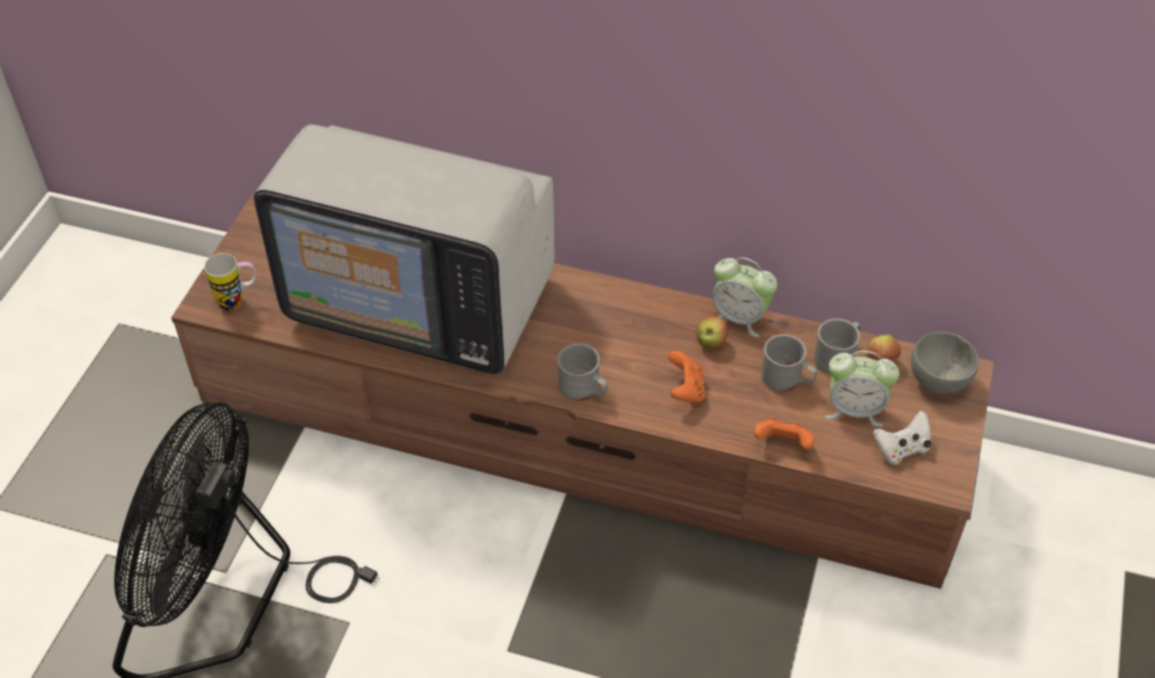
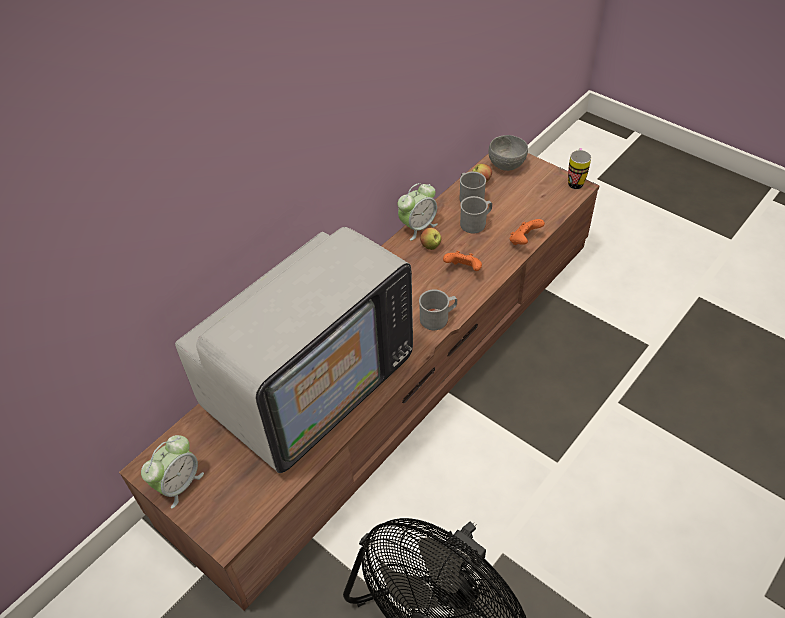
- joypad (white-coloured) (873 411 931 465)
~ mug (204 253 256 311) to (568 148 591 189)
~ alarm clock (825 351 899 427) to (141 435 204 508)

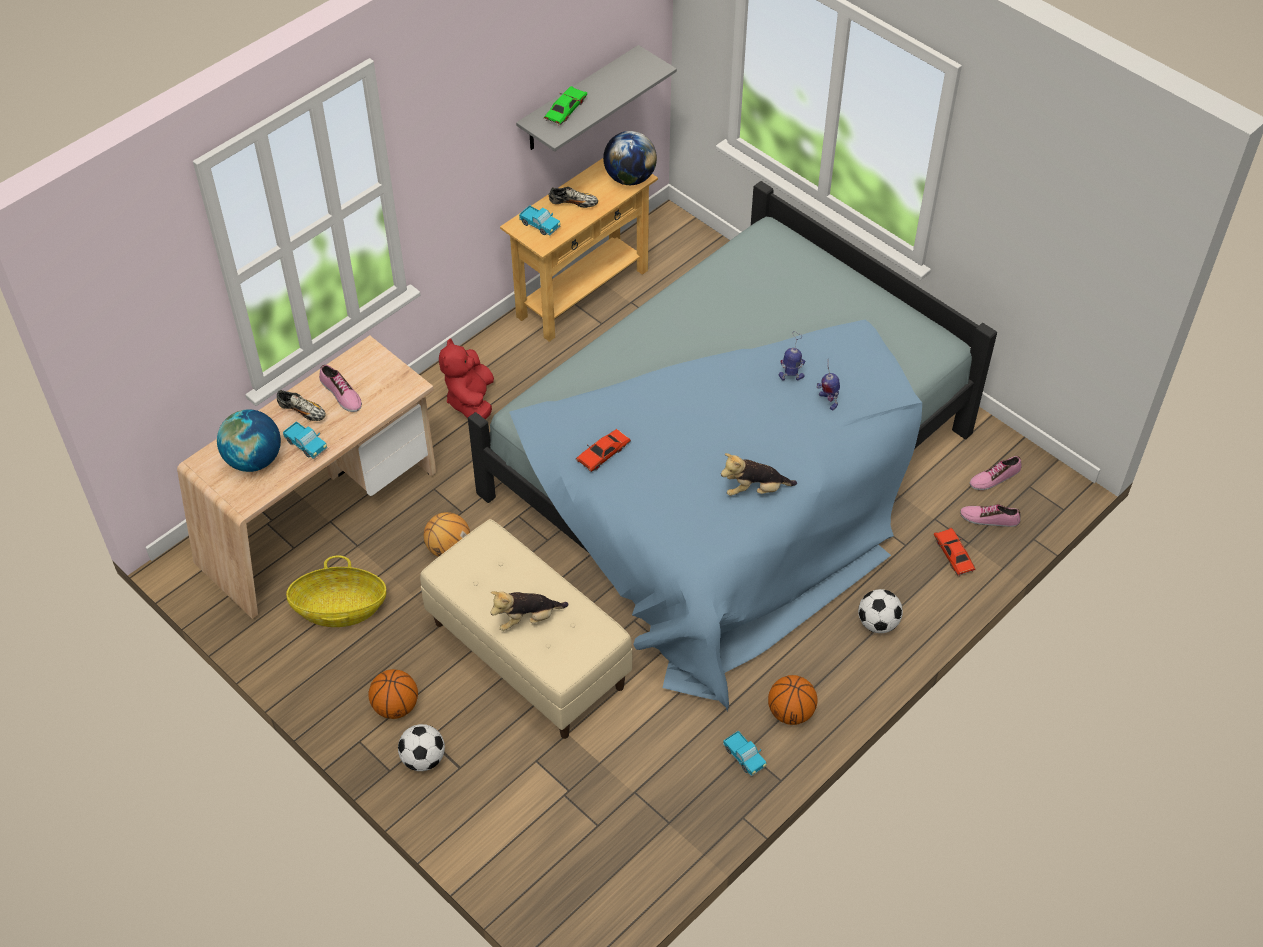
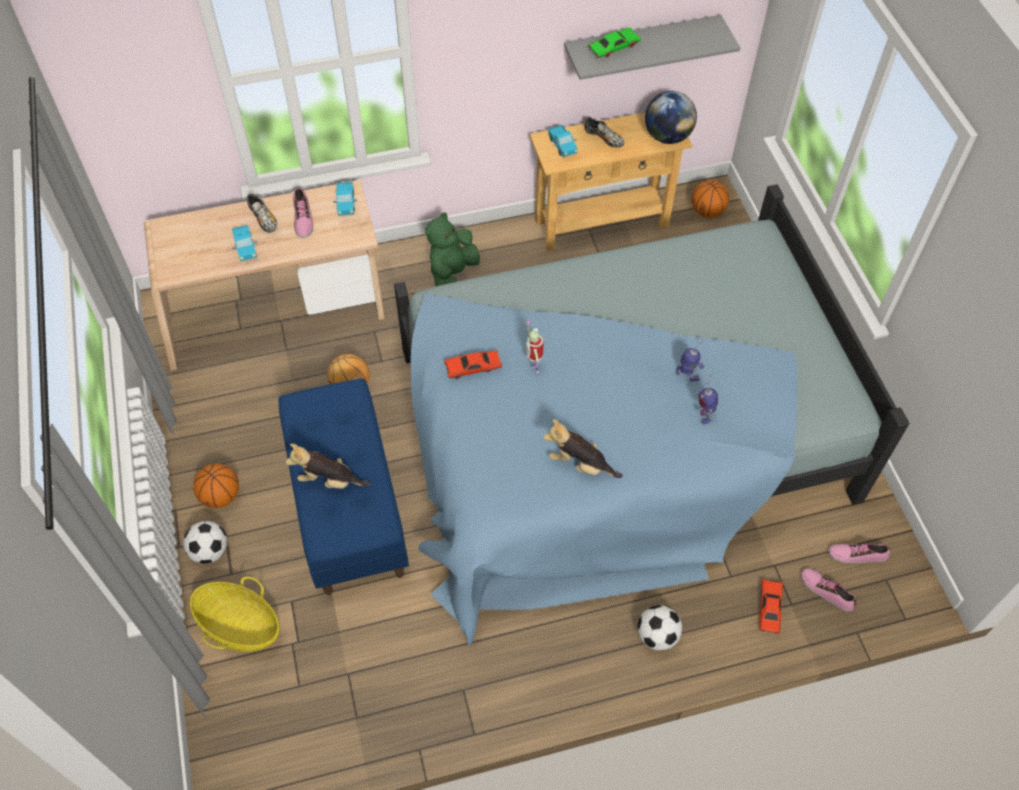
- globe (217 409 281 472)
+ robot figure (525 320 544 373)
~ basket (286 556 386 627) to (190 577 280 652)
~ model truck (723 731 767 777) to (333 182 357 216)
~ basketball (768 675 817 725) to (692 180 729 218)
~ indoor bench (sand-coloured) (420 519 632 739) to indoor bench (blue-coloured) (278 378 409 595)
~ soft toy (red) (439 338 494 420) to soft toy (green-coloured) (425 212 480 286)

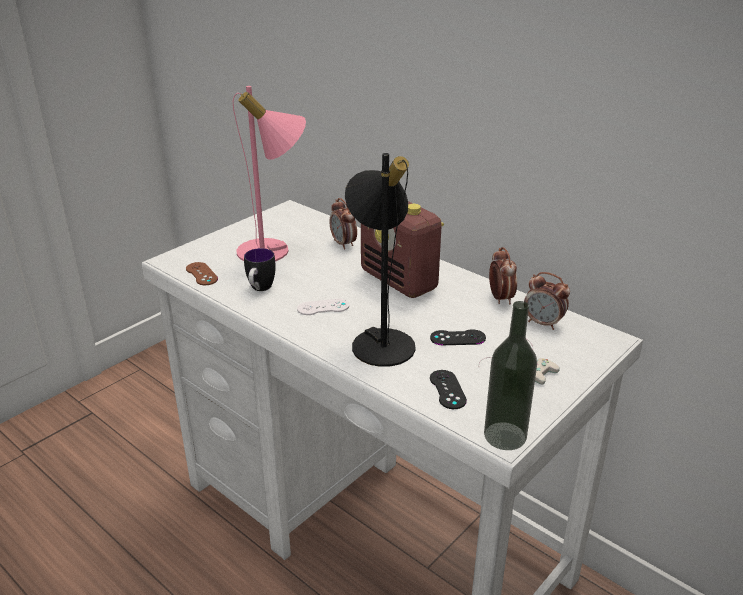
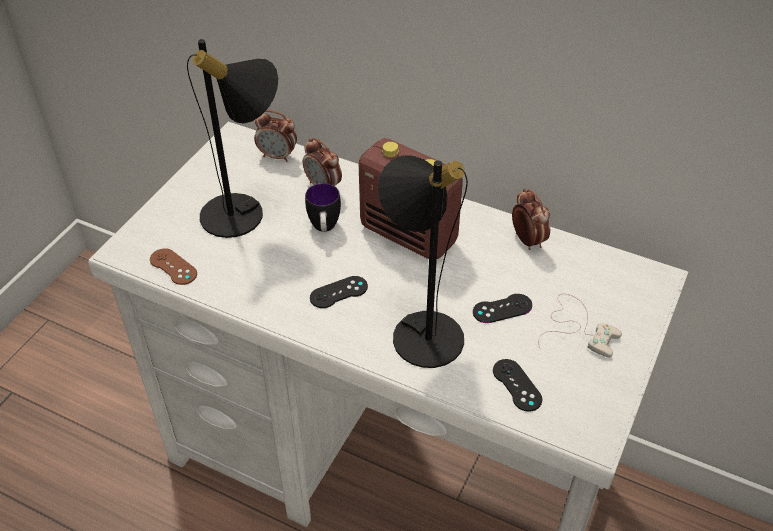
- bottle (484 301 537 450)
~ mug (244 248 276 291) to (305 183 341 232)
~ alarm clock (524 272 570 330) to (254 110 297 162)
~ lamp for a table (pink) (233 86 306 261) to lamp for a table (blackish) (187 39 278 238)
~ joypad (white-coloured) (297 299 349 315) to joypad (blackish) (310 276 368 308)

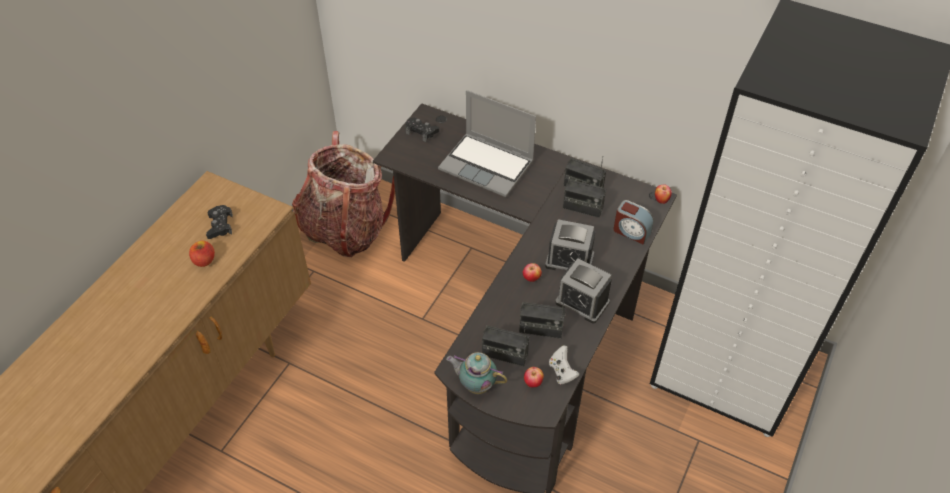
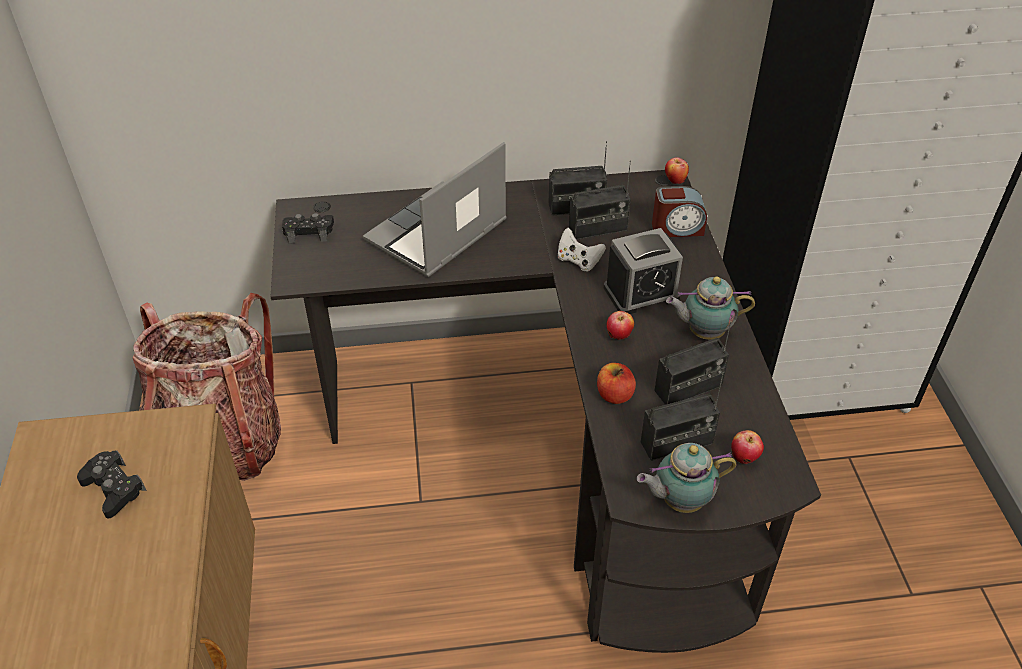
~ whole apple (189 240 215 267) to (597 363 636 404)
~ joypad (white-coloured) (549 346 580 385) to (557 228 606 272)
~ alarm clock (555 258 612 324) to tea pot (666 277 755 340)
~ laptop (438 90 536 197) = (363 142 507 277) 135 degrees clockwise

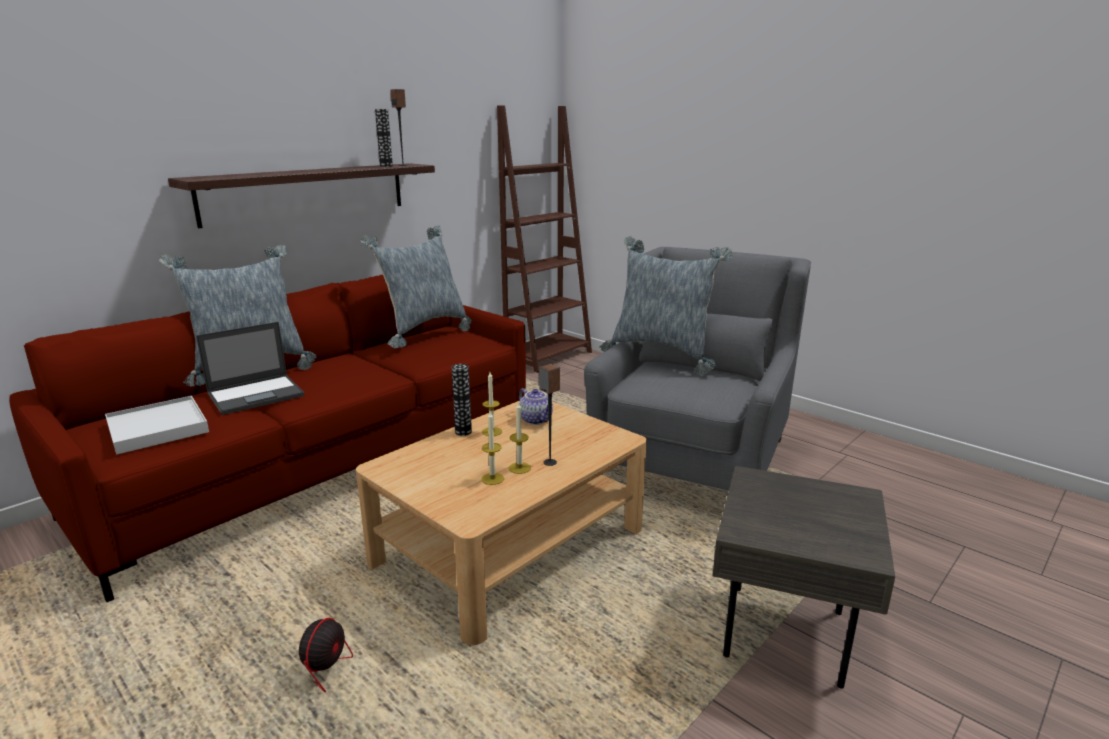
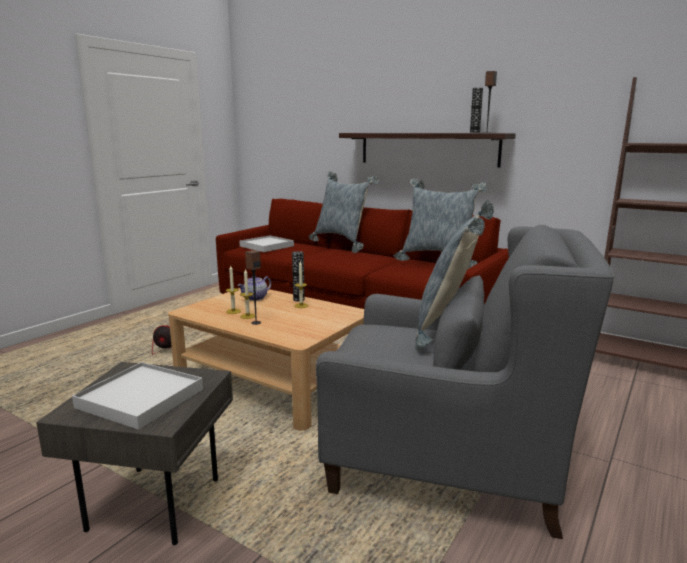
- laptop (196 322 305 415)
+ tray (white-coloured) (72 362 203 430)
~ tea pot (519 388 553 425) to (237 275 271 301)

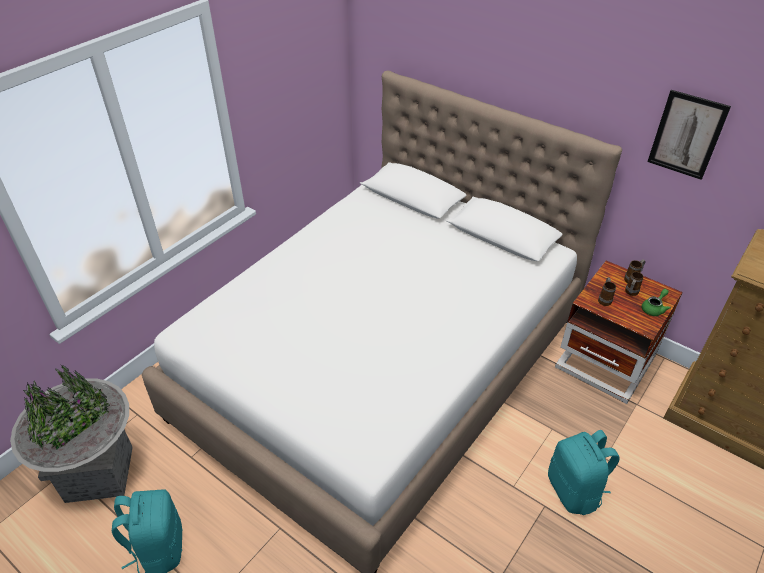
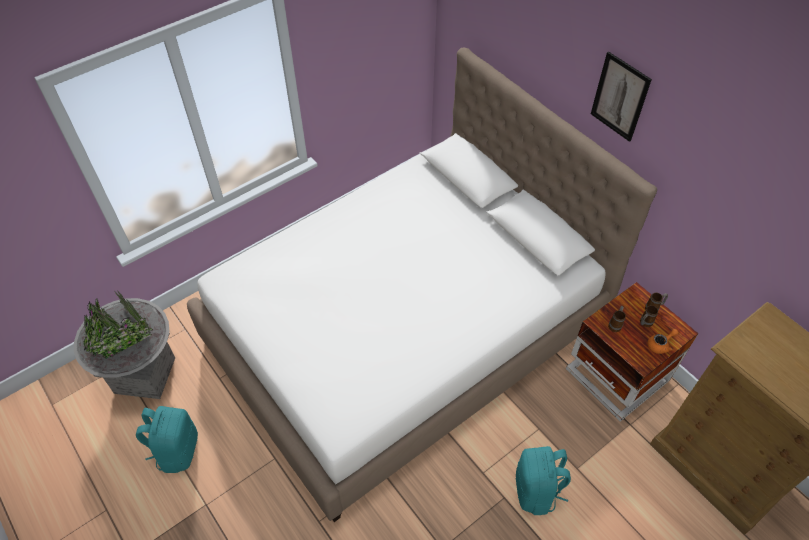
~ wall picture (647 90 731 180) to (591 51 652 142)
~ tea pot (green-coloured) (642 289 671 316) to tea pot (orange) (648 329 679 354)

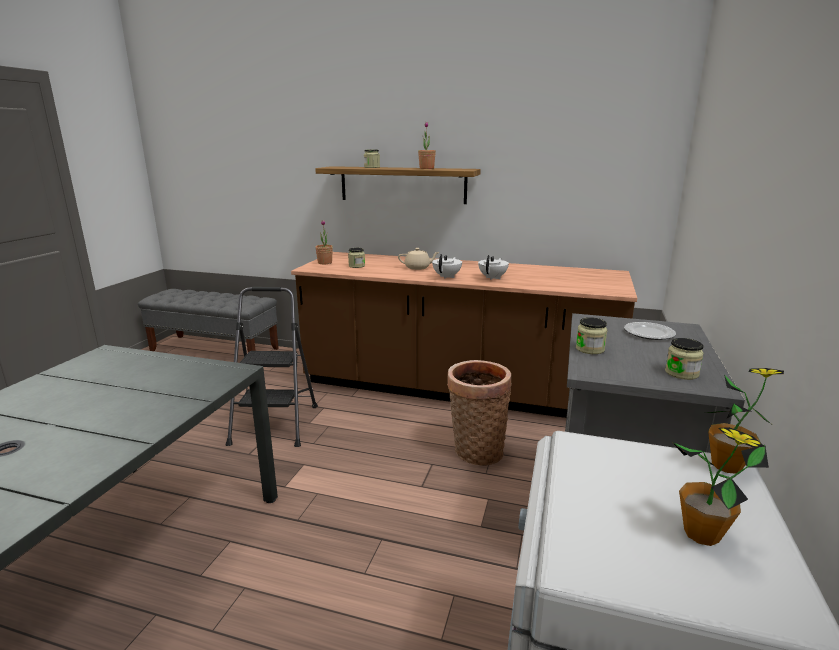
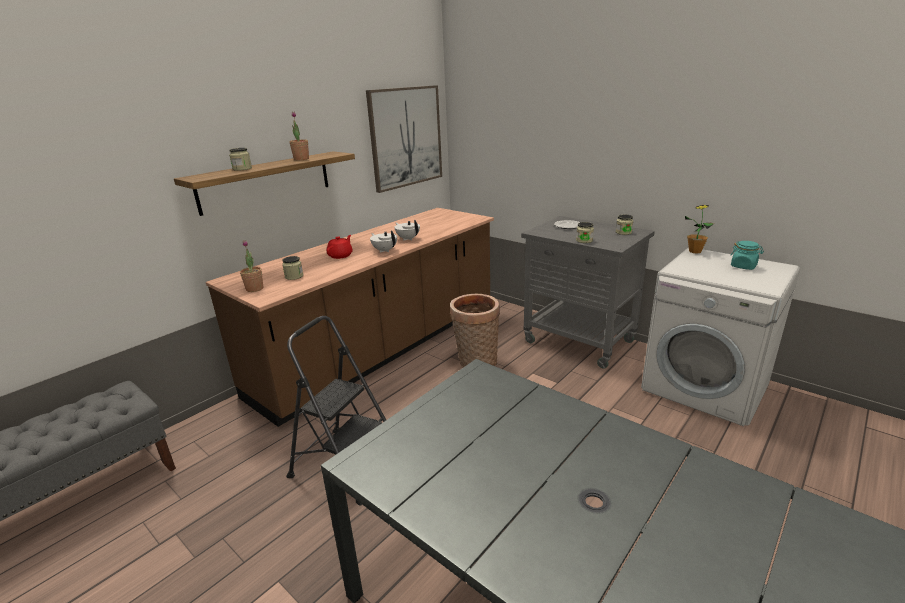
+ wall picture (366 85 442 193)
~ houseplant (673 427 769 546) to storage jar (turquoise) (730 241 764 270)
~ tea pot (sand-coloured) (398 248 439 270) to tea pot (red) (326 235 353 259)

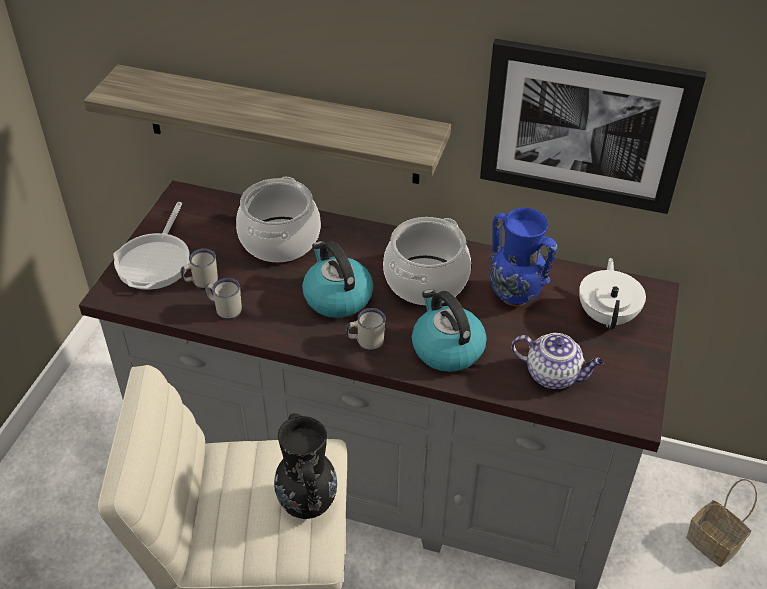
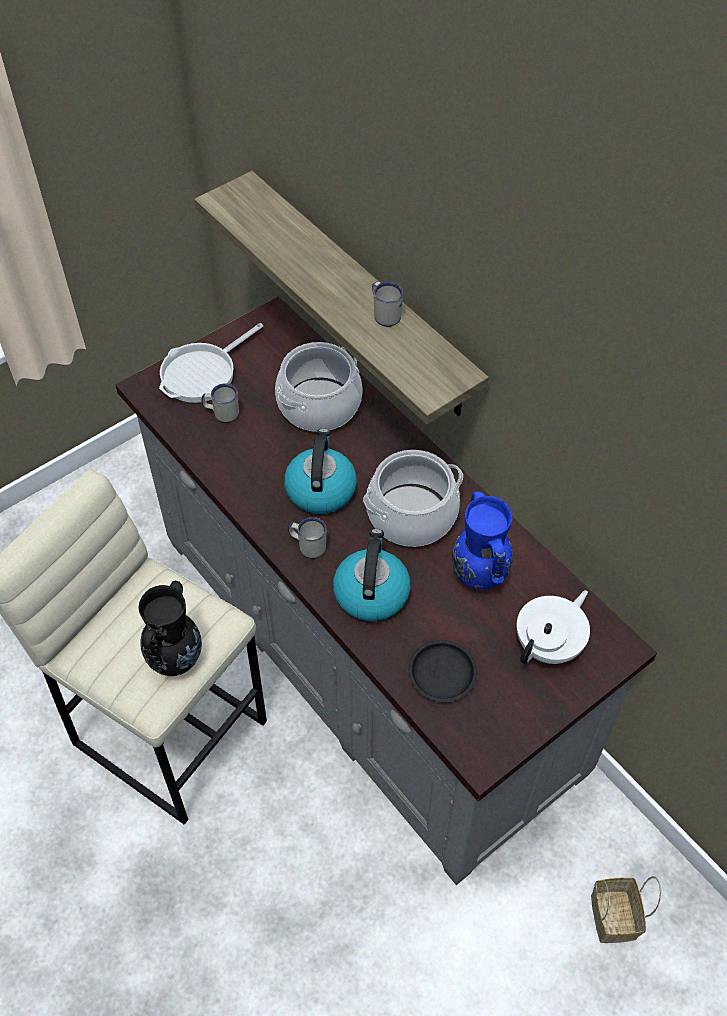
- wall picture (480 39 707 214)
~ mug (white-coloured) (205 278 242 320) to (372 281 403 327)
~ tea pot (511 333 604 389) to plate (blackish) (408 640 478 702)

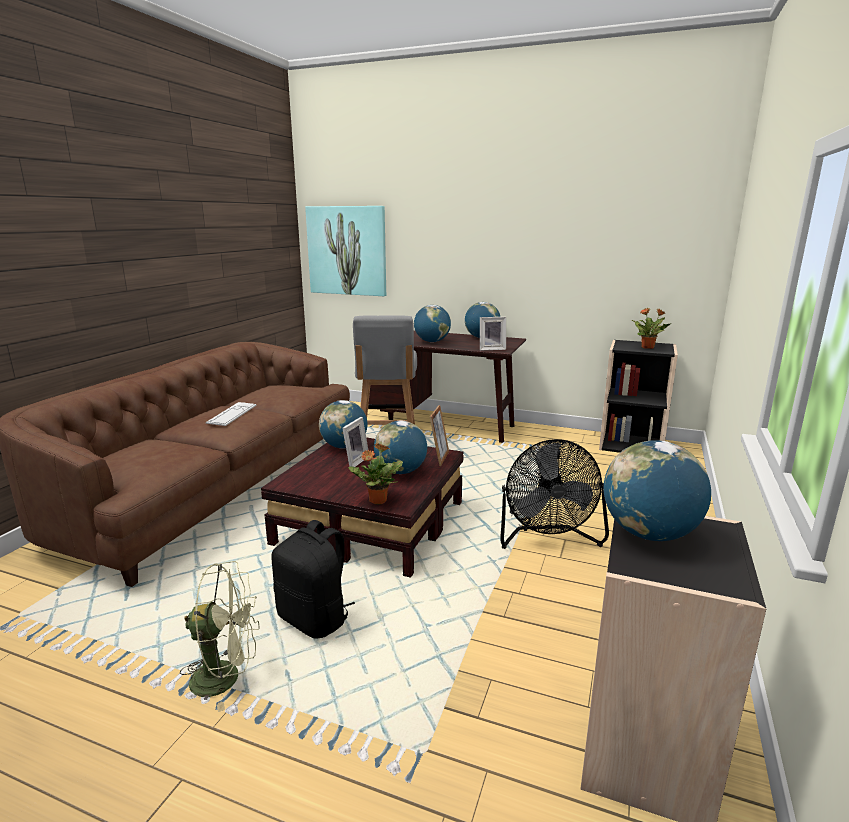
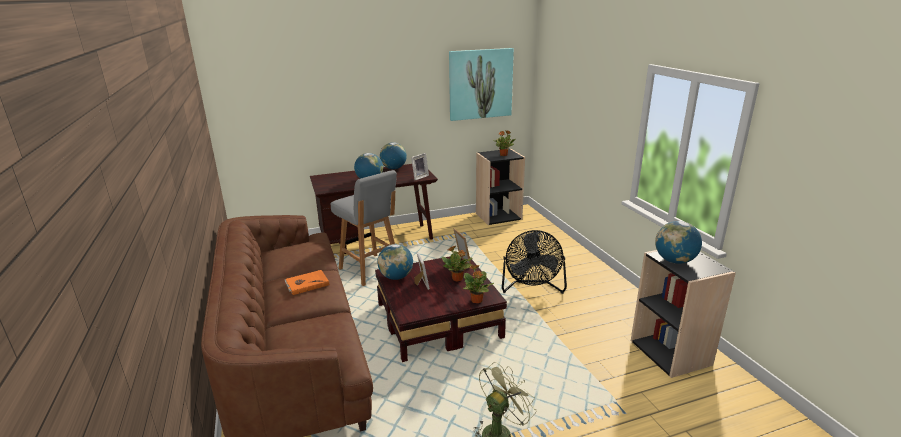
- backpack (blackish) (272 520 355 639)
~ wall picture (305 206 386 296) to (449 48 514 121)
~ keyboard (206 402 256 426) to book (orange) (284 270 329 295)
~ globe (374 420 427 474) to houseplant (441 246 473 282)
~ electric fan (blackish) (500 439 609 549) = (502 230 567 294) 45 degrees clockwise

